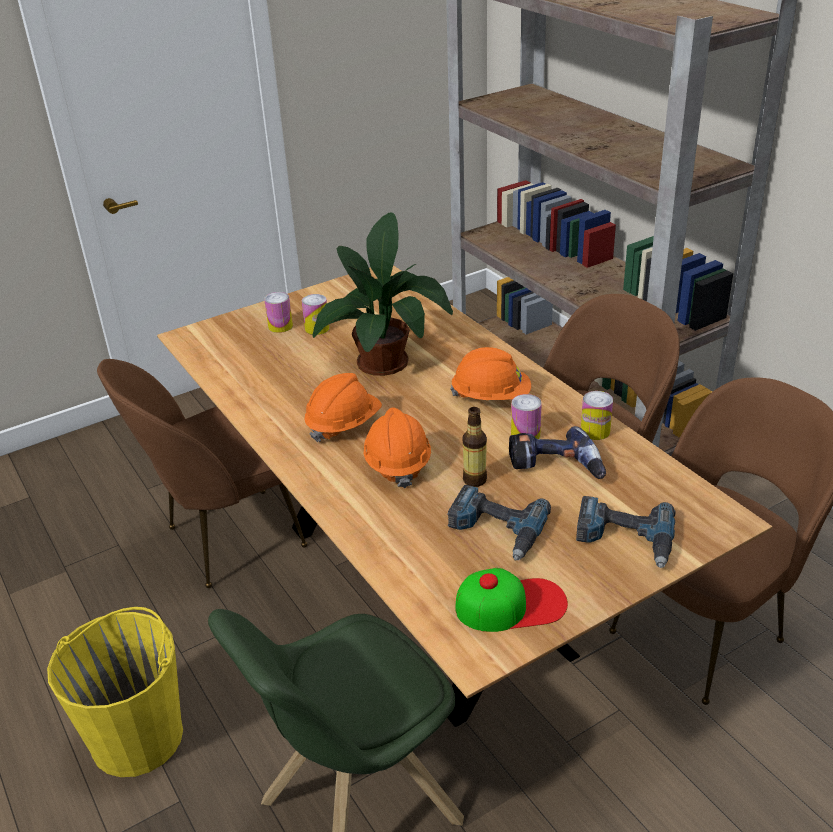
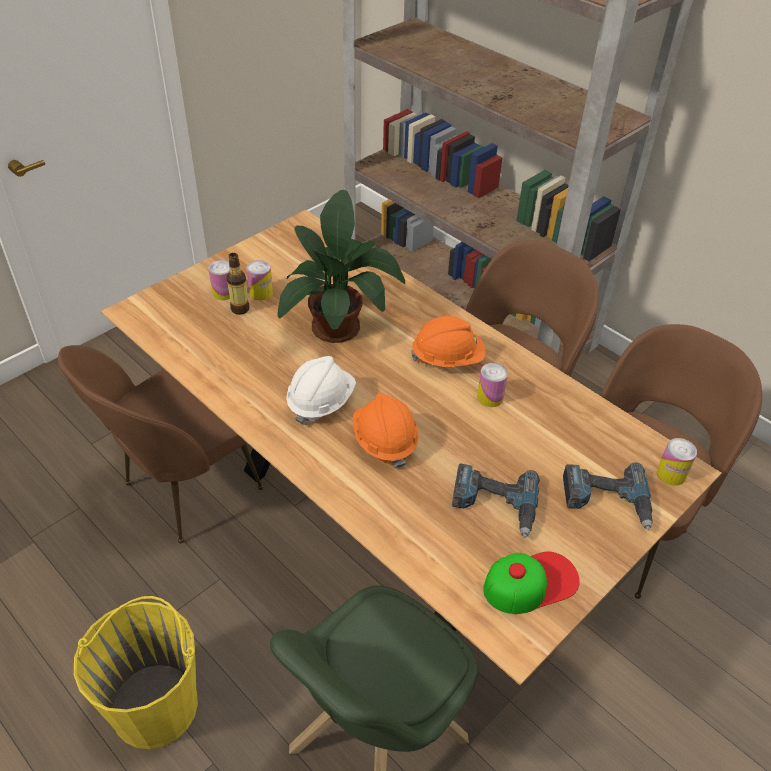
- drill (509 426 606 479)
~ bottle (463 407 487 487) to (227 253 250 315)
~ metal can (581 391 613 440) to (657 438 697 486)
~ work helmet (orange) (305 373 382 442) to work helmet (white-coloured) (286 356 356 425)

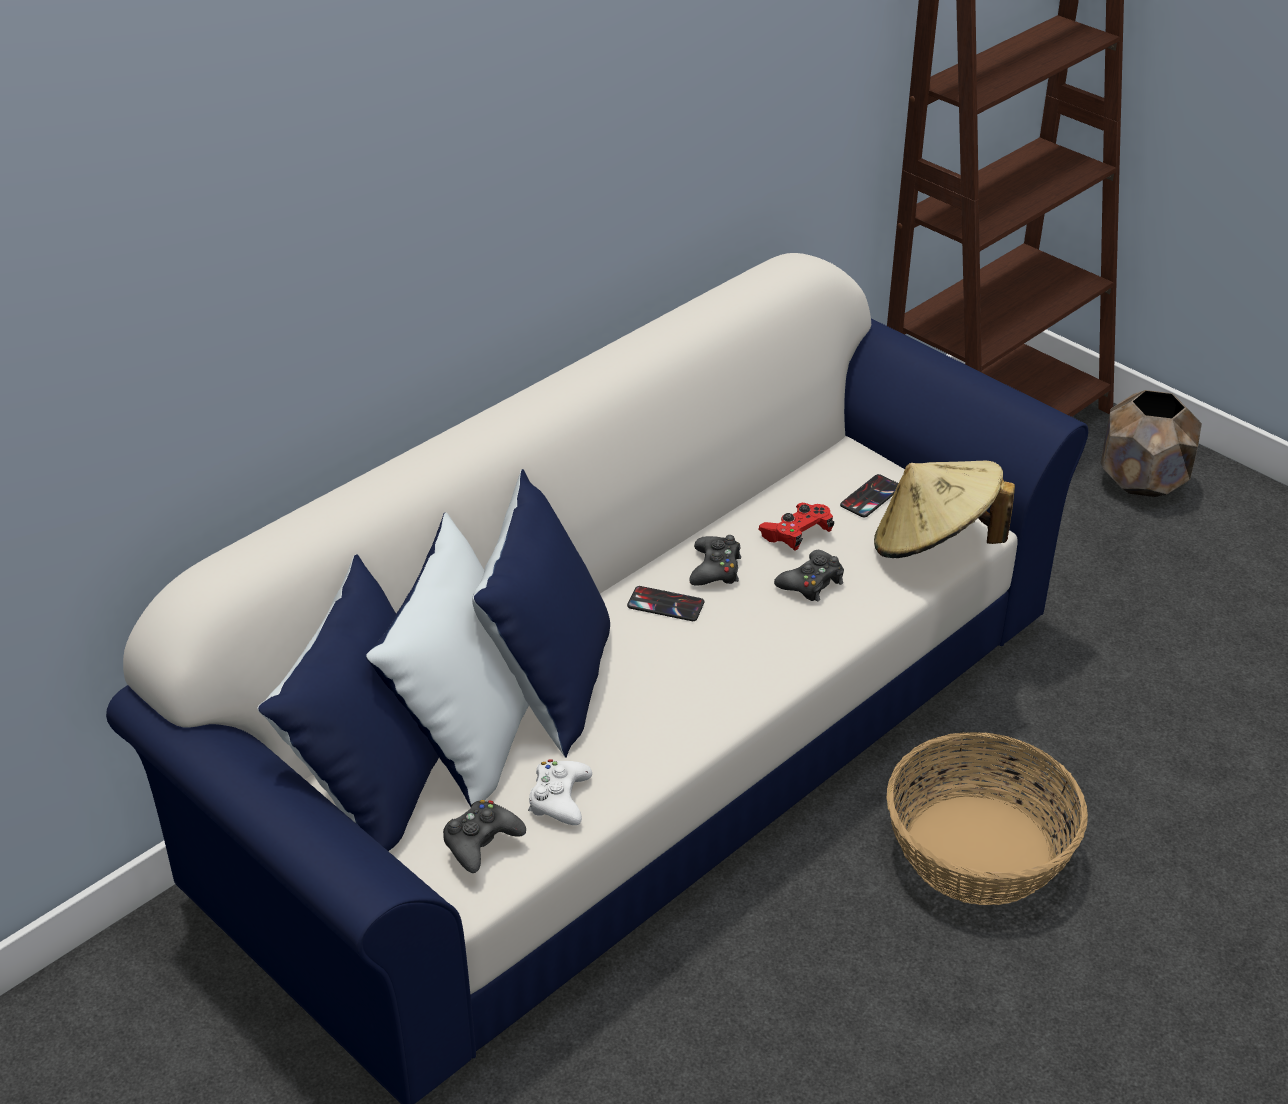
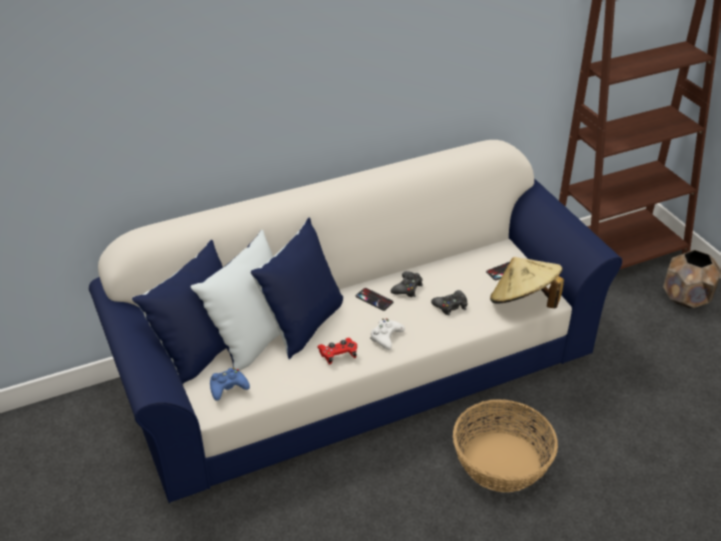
~ joypad (white-coloured) (528 759 592 825) to (370 319 405 350)
~ joypad (red) (758 503 834 551) to (317 338 357 365)
~ joypad (blackish) (443 800 526 873) to joypad (blue-coloured) (210 368 250 401)

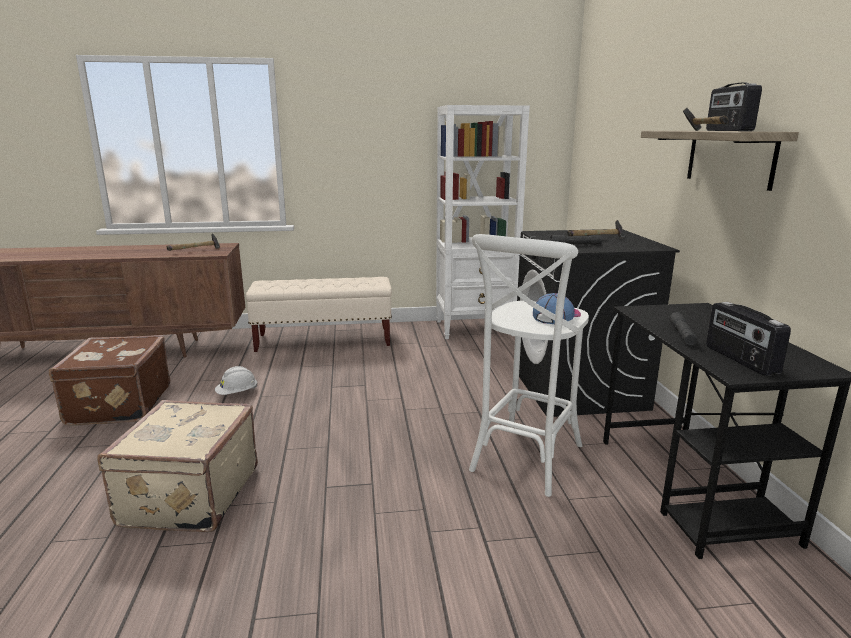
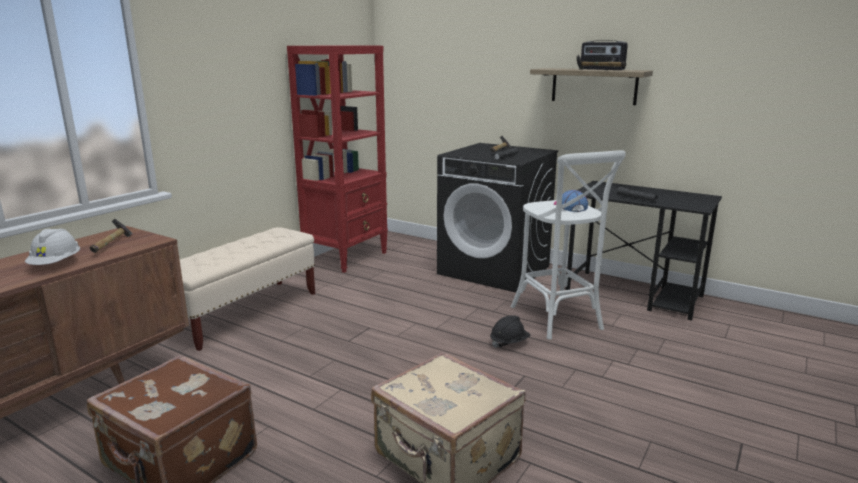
- radio set (706 302 791 376)
+ work helmet (blackish) (490 315 530 348)
~ work helmet (white-coloured) (215 366 257 395) to (25 228 80 265)
~ shelving unit (white-coloured) (436 105 530 339) to shelving unit (red) (287 46 388 273)

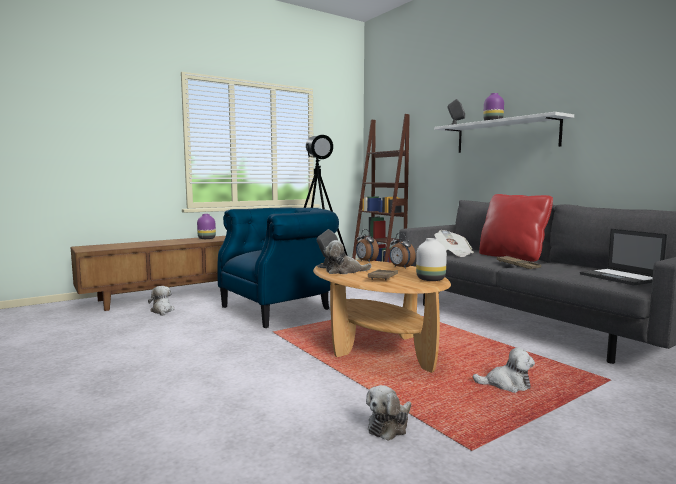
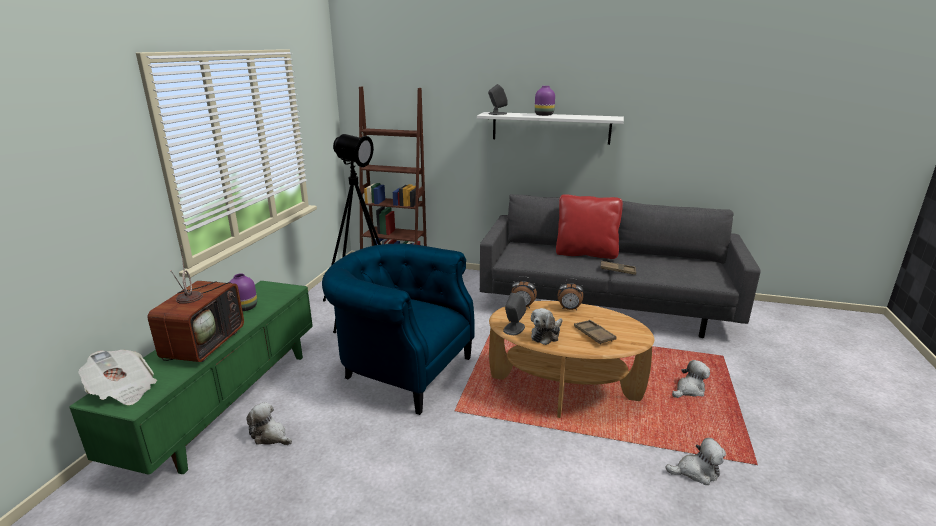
- decorative vase (white-coloured) (416 238 447 281)
- laptop (580 229 668 286)
+ television (147 245 244 362)
~ printed paper (434 230 474 257) to (78 350 157 405)
~ media console (brownish) (71 236 226 311) to media console (green-coloured) (69 281 313 475)
~ armchair (blue-coloured) (217 208 339 328) = (322 244 475 415) 75 degrees counterclockwise
~ soft toy (366 385 411 441) = (665 438 726 485) 90 degrees counterclockwise

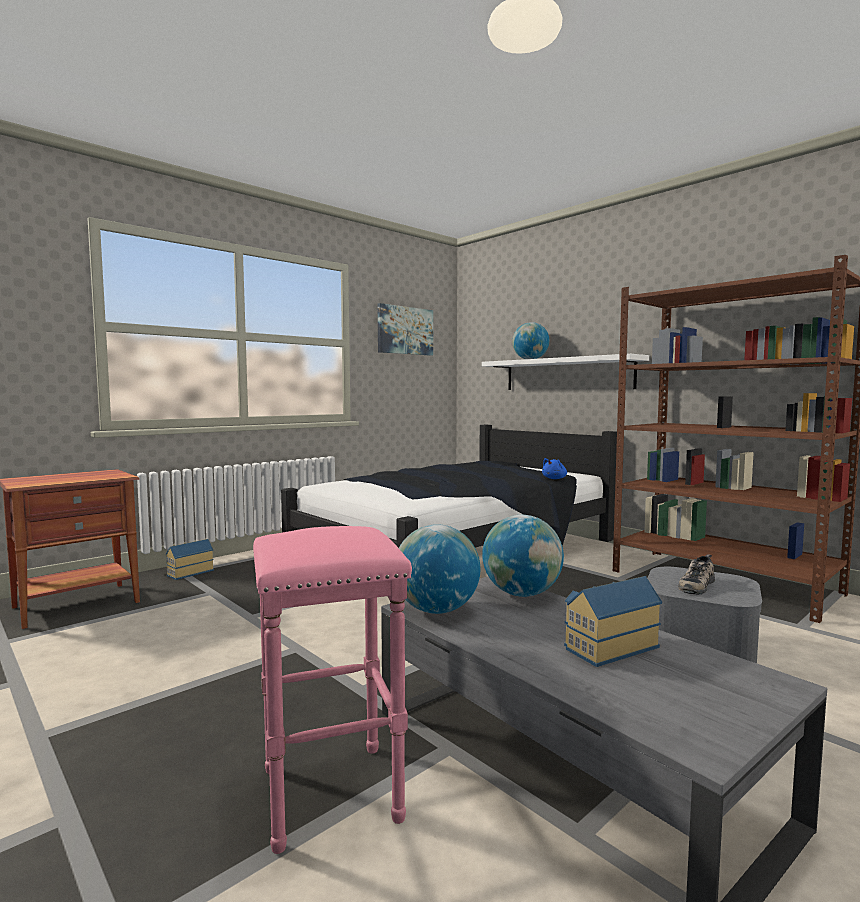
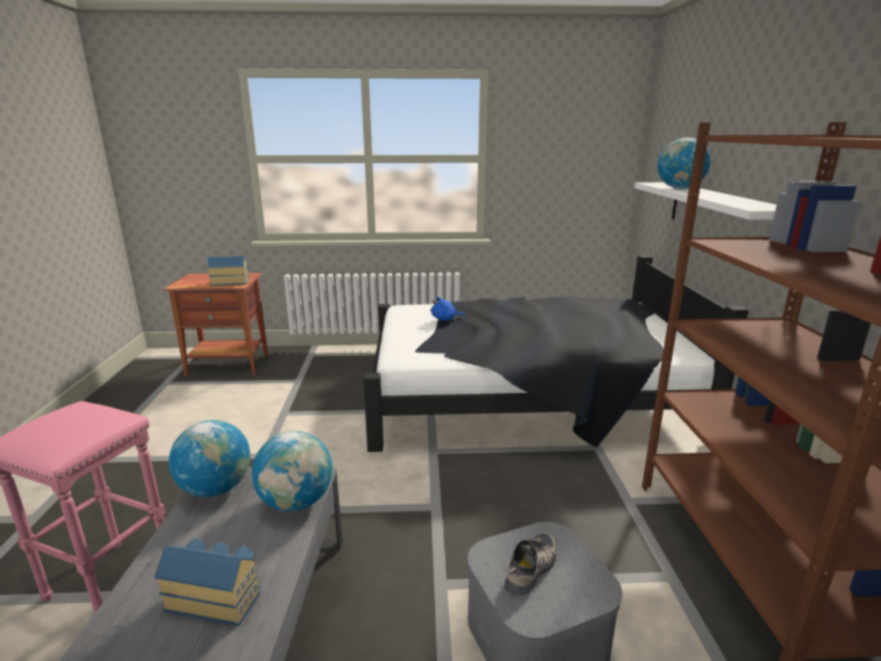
- wall picture (378 303 433 356)
~ toy house (166 539 214 580) to (207 256 249 286)
~ soft toy (blue-coloured) (542 458 567 479) to (432 297 465 321)
~ item of footwear (678 554 715 594) = (504 532 556 595) 135 degrees clockwise

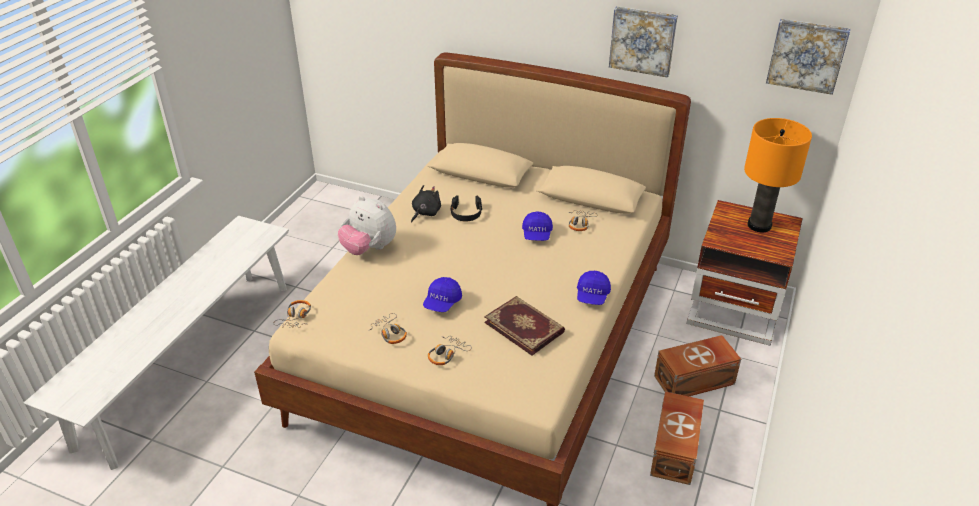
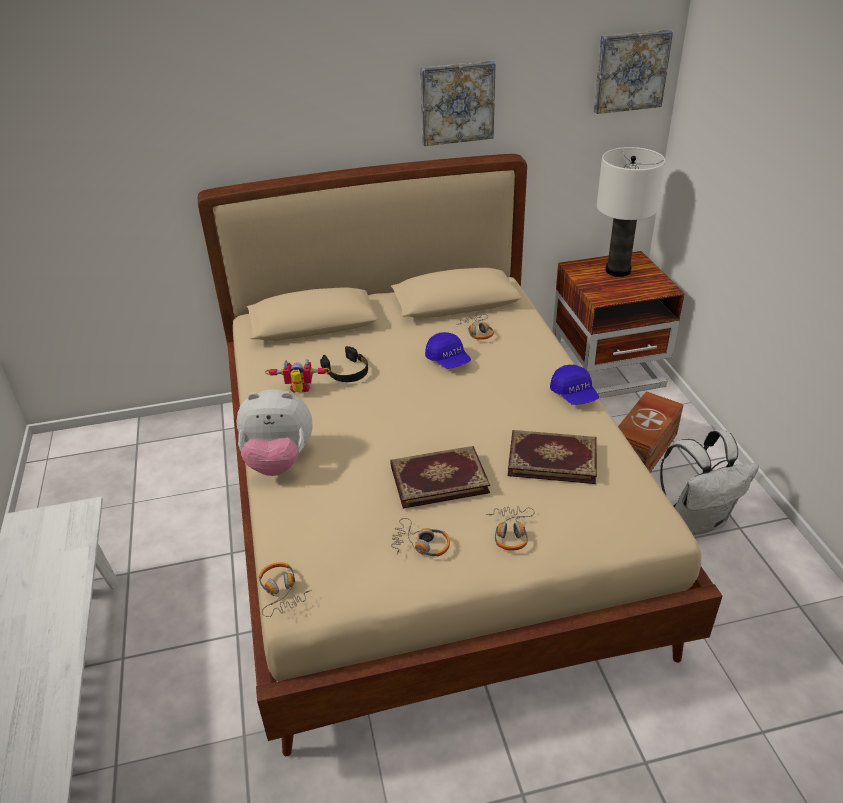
~ soft toy (blackish) (411 185 441 223) to robot figure (265 359 330 393)
~ peaked cap (blue-coloured) (423 277 462 312) to book (390 446 490 509)
~ storage box (brownish) (650 392 704 485) to backpack (white-coloured) (660 430 759 536)
~ lamp for a table (orange) (744 118 812 232) to lamp for a table (white-coloured) (597 147 665 277)

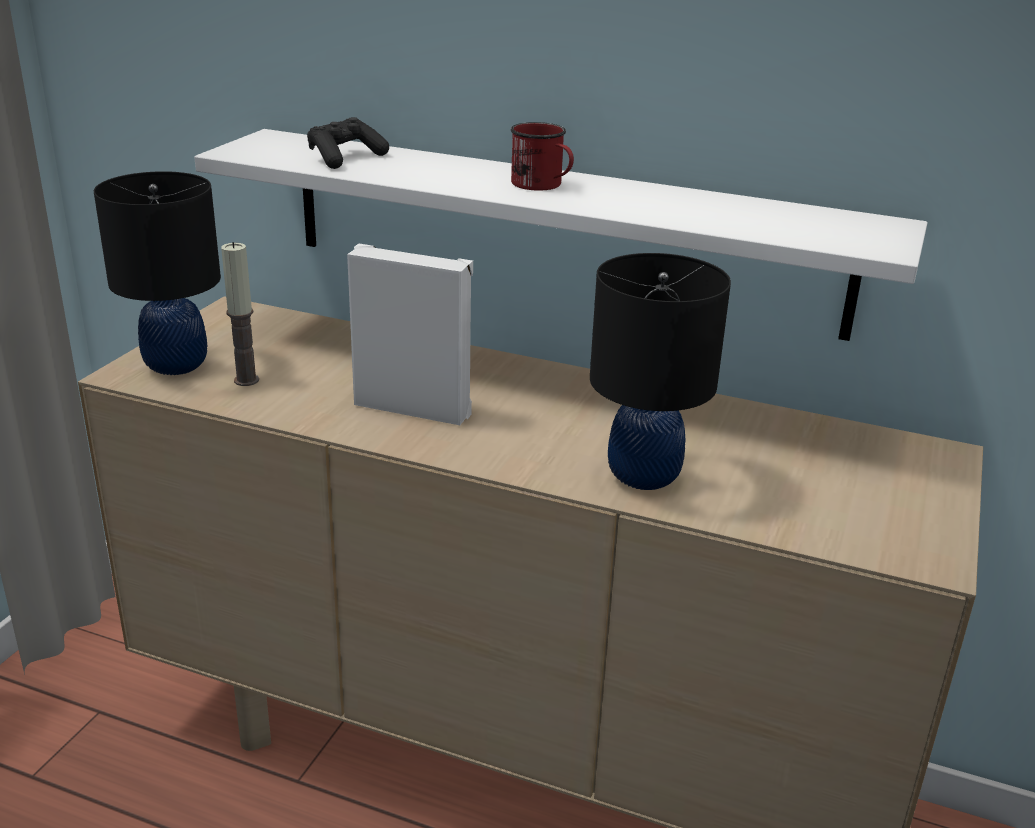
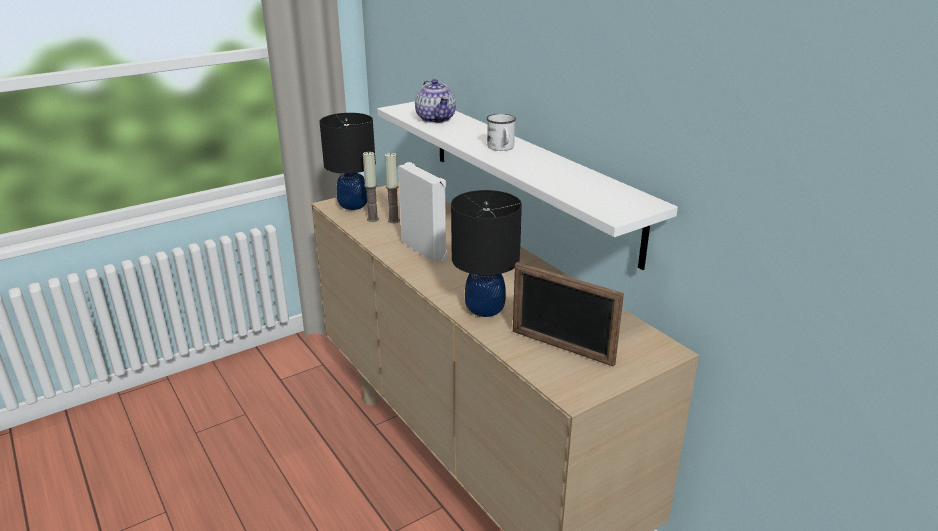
+ wax candle (385 153 400 223)
+ photo frame (513 262 624 367)
~ joypad (blackish) (307 117 389 169) to tea pot (415 79 456 123)
~ mug (red) (510 122 574 191) to mug (white-coloured) (486 114 516 151)

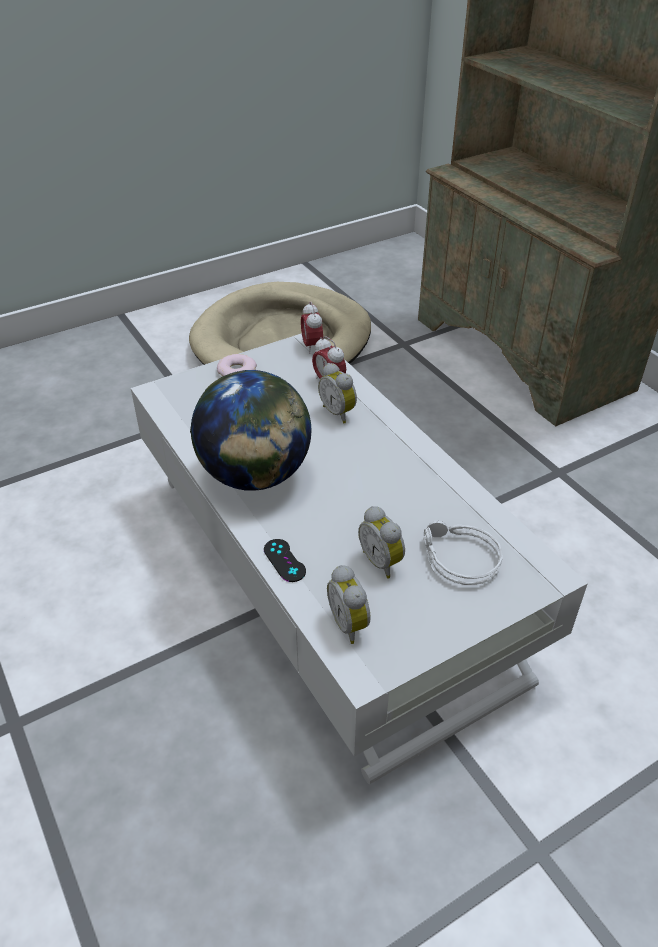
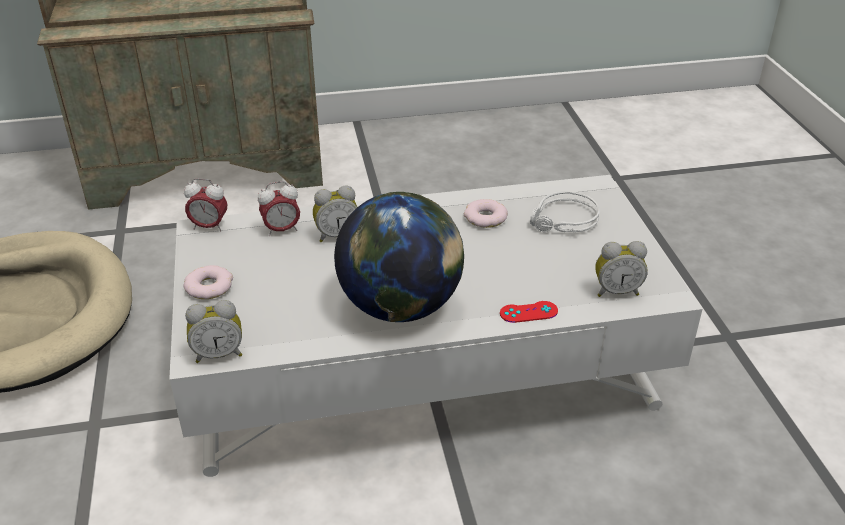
+ donut (464 199 508 228)
~ alarm clock (358 506 405 578) to (185 300 242 363)
~ joypad (blackish) (264 539 306 582) to joypad (red) (500 301 558 323)

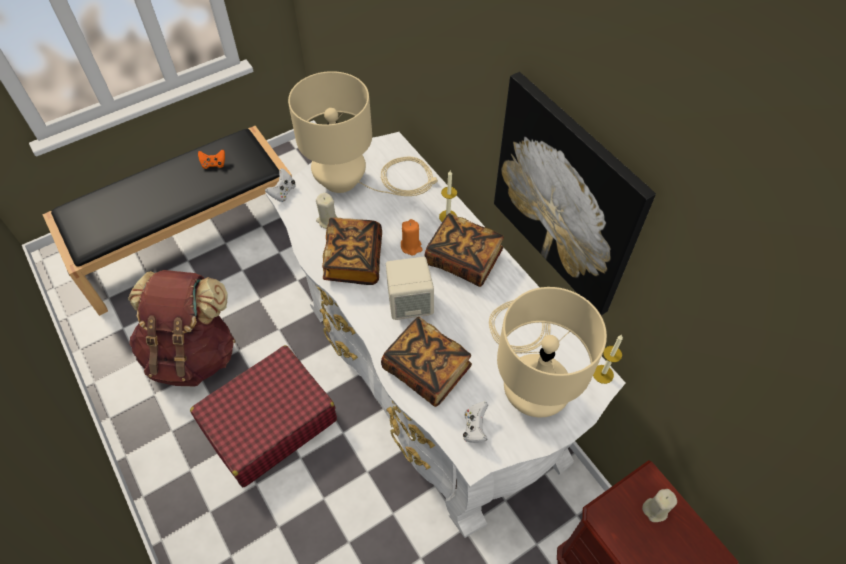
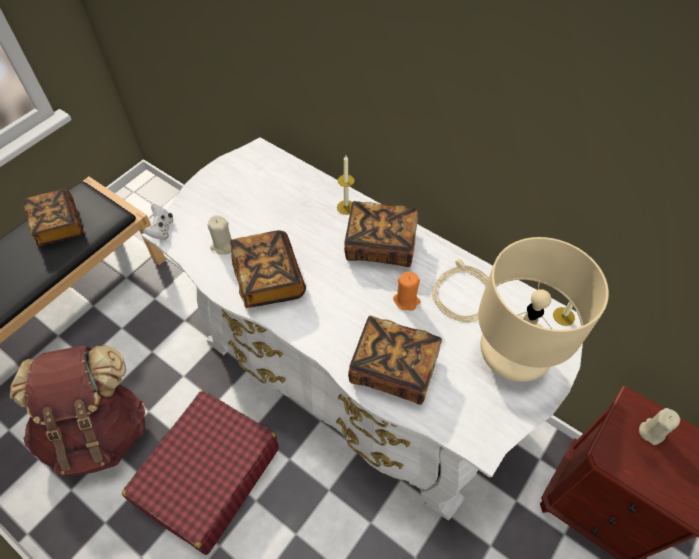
- lamp for a table (sand-coloured) (288 71 438 196)
- loudspeaker (sand-coloured) (386 257 434 320)
- joypad (white-coloured) (463 402 488 443)
- wall picture (494 72 656 315)
~ wax candle (orange) (401 219 423 256) to (393 271 421 311)
~ joypad (orange) (198 149 225 169) to book (23 189 83 246)

